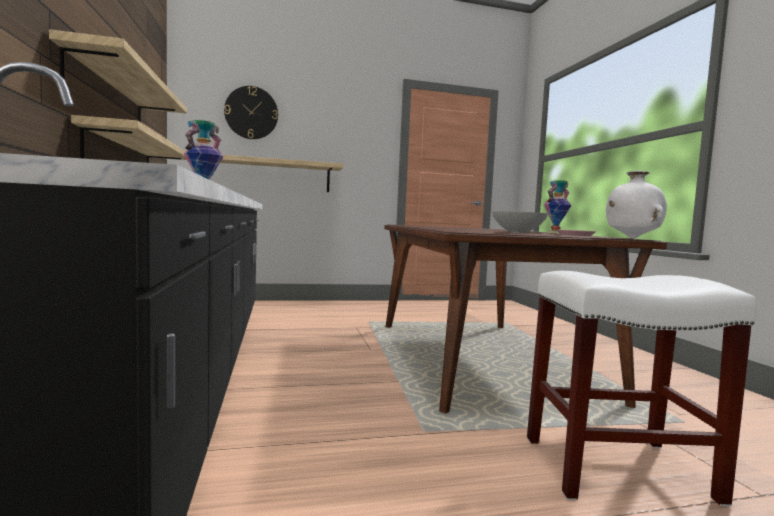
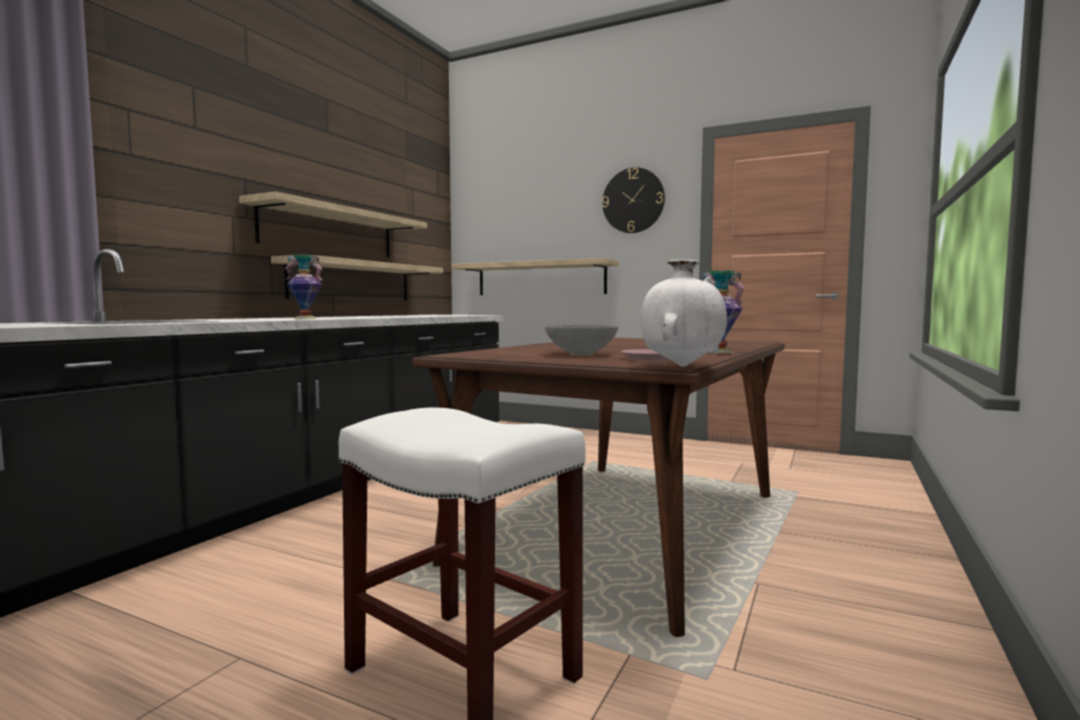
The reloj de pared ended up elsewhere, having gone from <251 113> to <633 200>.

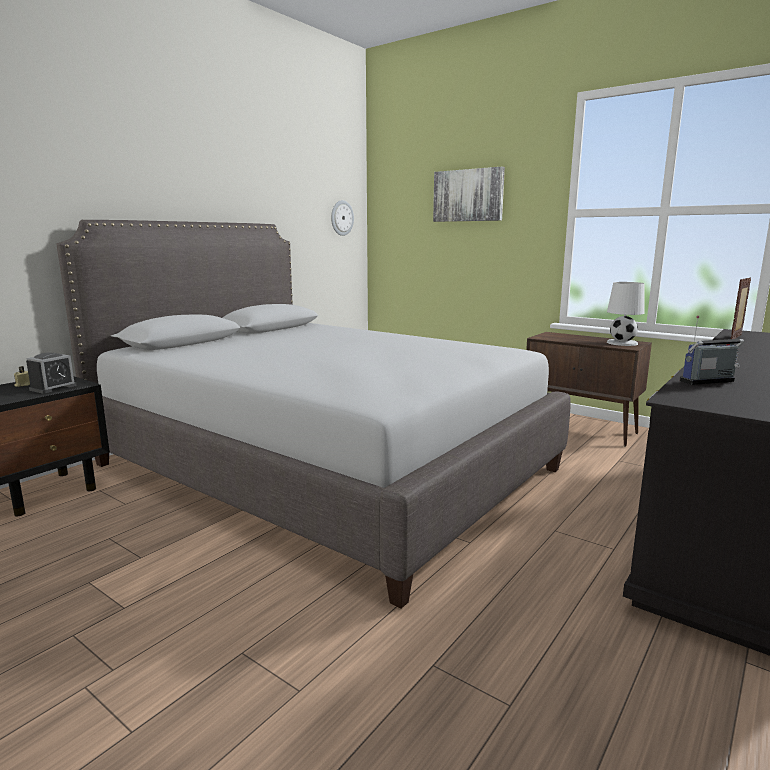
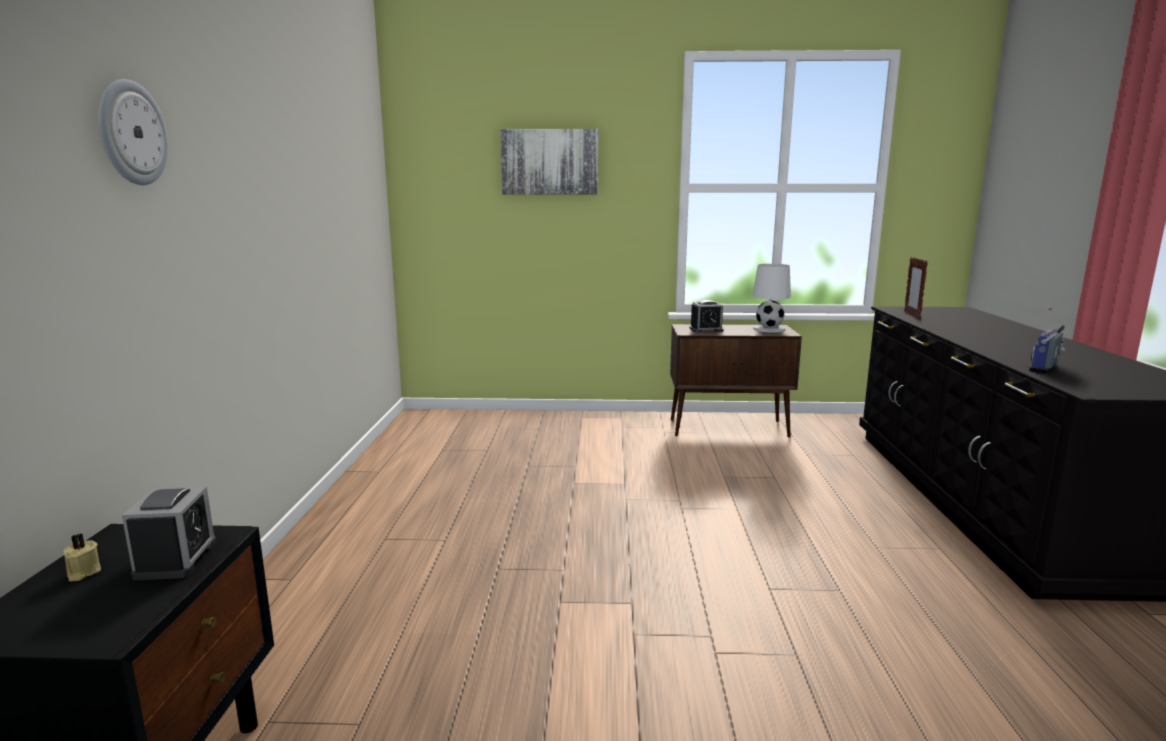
The second view lost the cama [gris] at <323 466>.
The reloj de pared ended up elsewhere, having gone from <341 218> to <131 133>.
The second view gained the despertador at <706 329>.

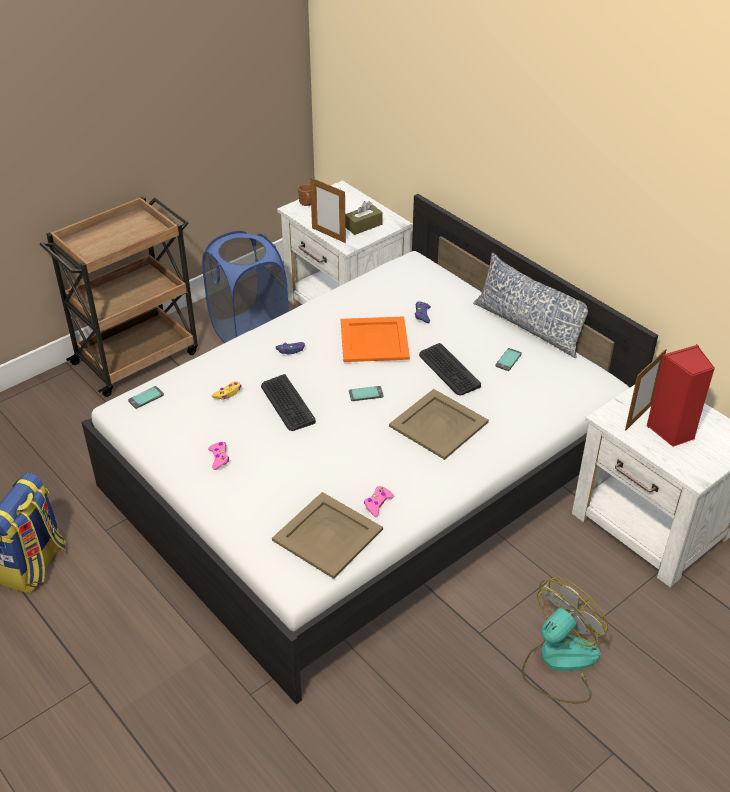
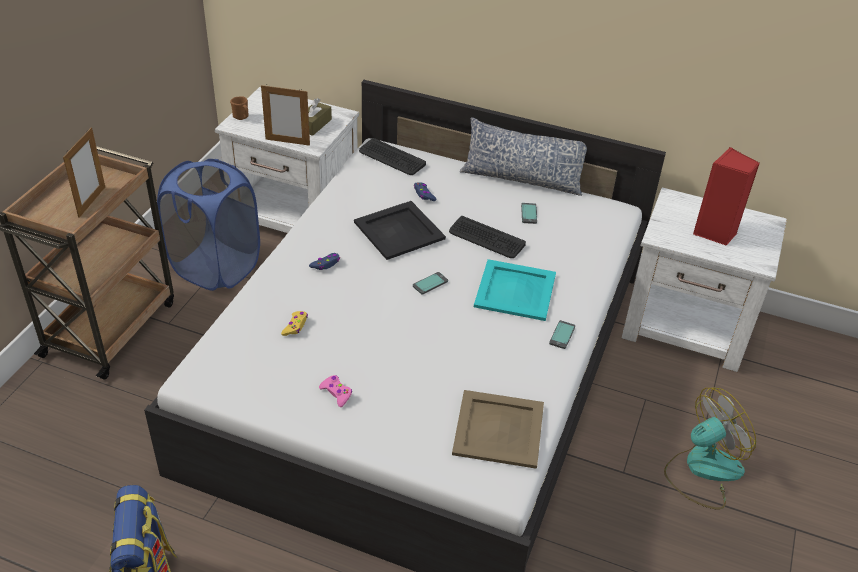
The móvil ended up elsewhere, having gone from <146 398> to <562 335>.
The teclado ended up elsewhere, having gone from <287 403> to <391 158>.
What was the bandeja [naranja] at <375 340> turned into the bandeja [negro] at <400 230>.
The second view lost the mando de consola [rosa] at <377 503>.
What was the bandeja [beis] at <438 425> turned into the bandeja [turquesa] at <516 291>.
The ventilador at <559 662> ended up facing another way, 45 degrees clockwise from before.
The portarretratos ended up elsewhere, having gone from <639 416> to <92 202>.

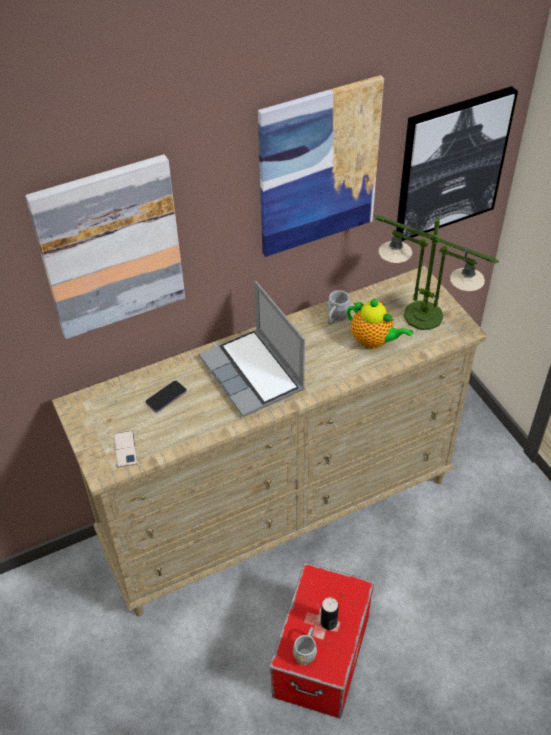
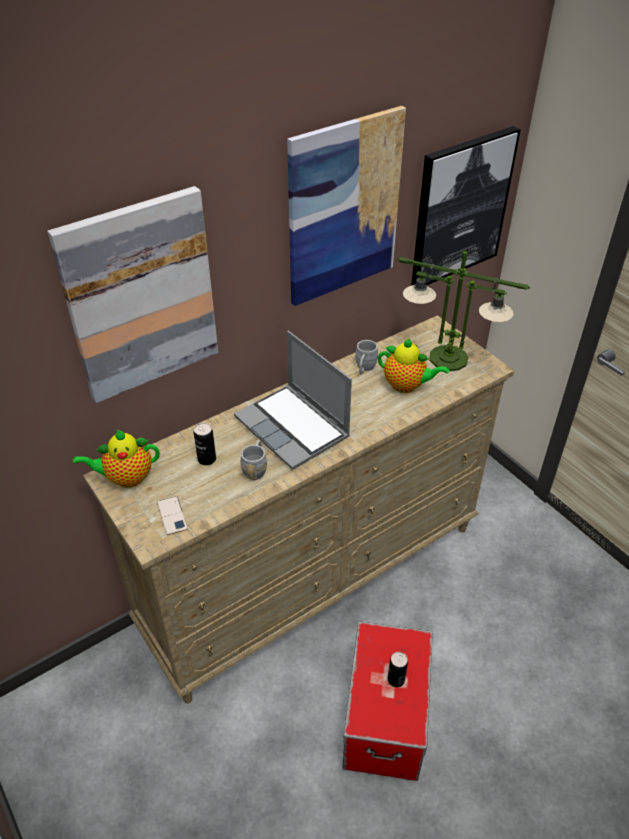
Where the móvil stood at <166 397>, the lata came to stand at <207 459>.
The taza grande [gris] ended up elsewhere, having gone from <306 651> to <256 468>.
The second view gained the tetera at <126 478>.

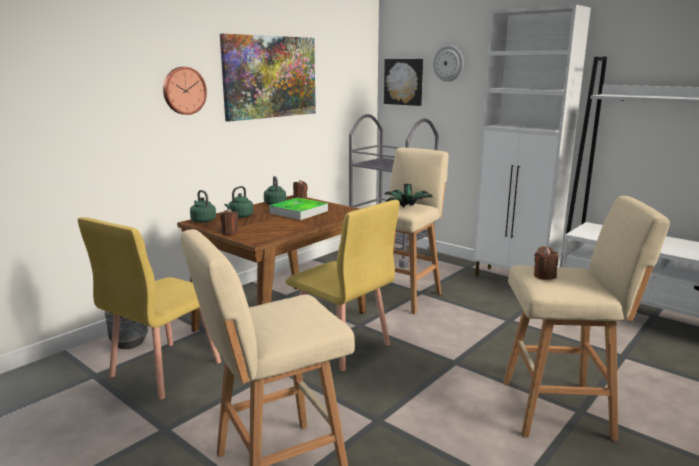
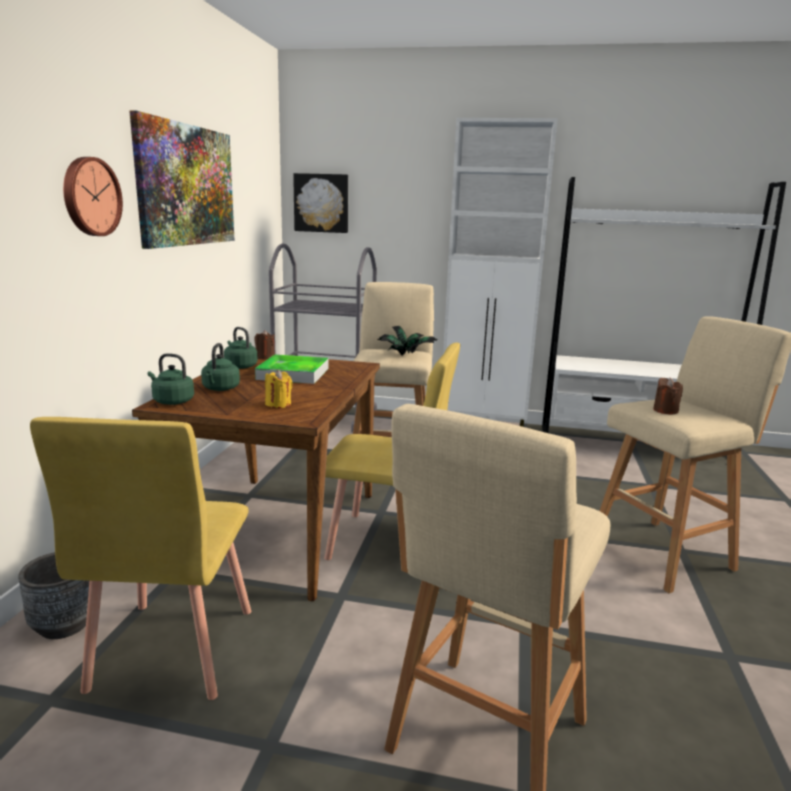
The second view lost the vela [marrón] at <230 232>.
The second view lost the reloj de pared at <448 63>.
The second view gained the vela [amarillo] at <278 404>.

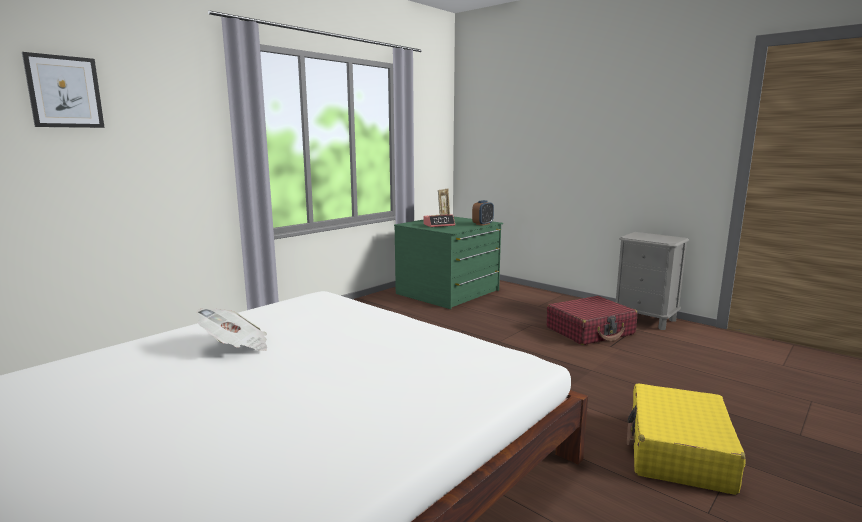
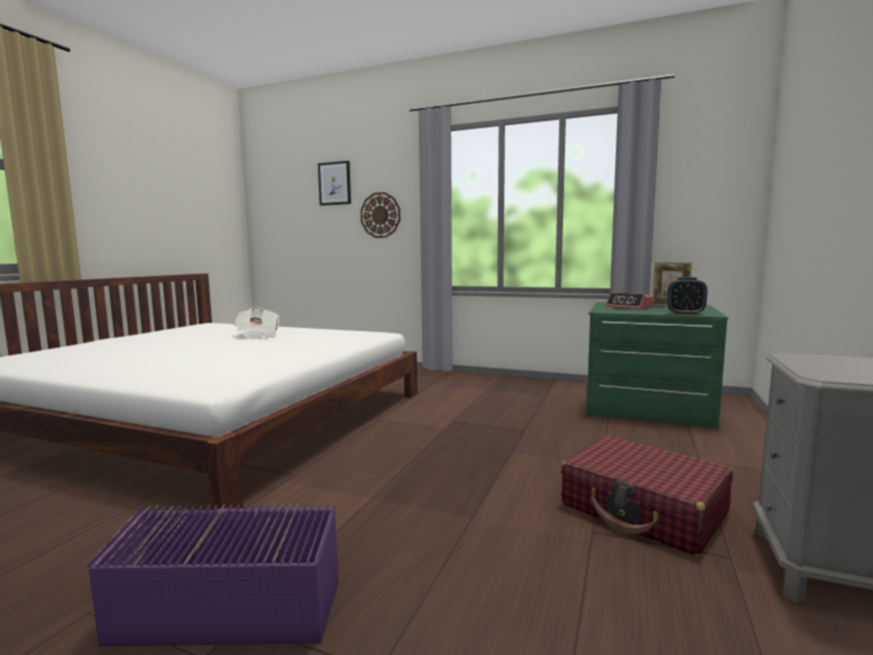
Where the maleta [amarillo] stood at <678 451>, the caja de almacenaje [morado] came to stand at <234 594>.
The second view gained the reloj de pared at <380 215>.

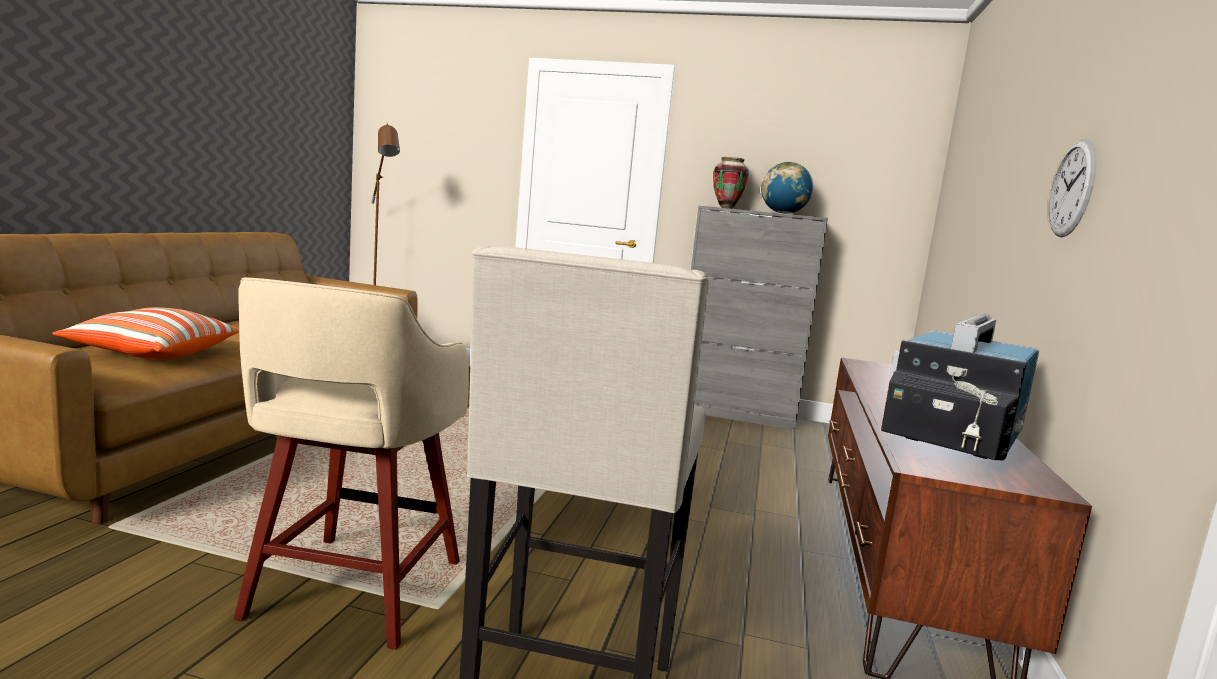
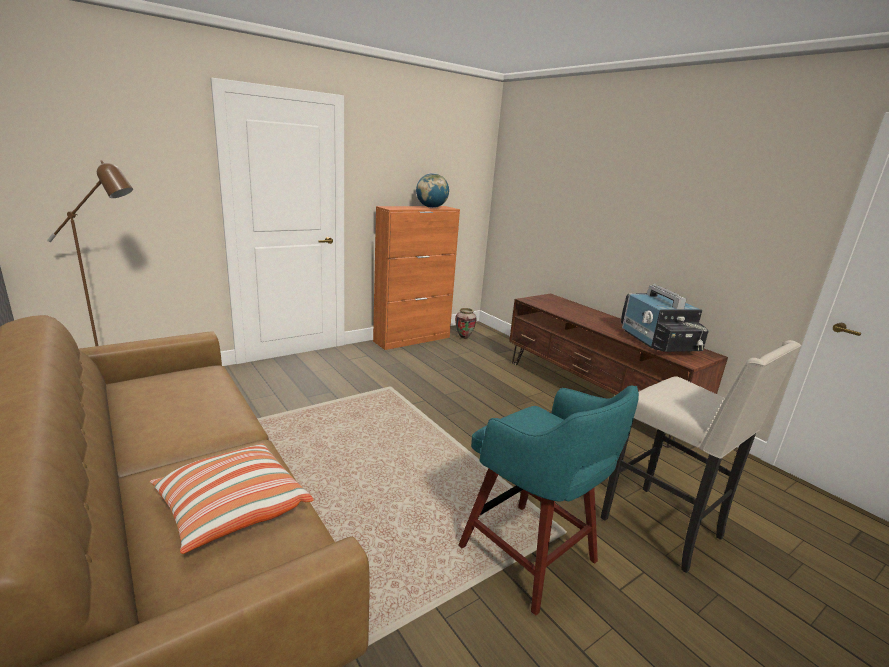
What was the taburete [beis] at <352 592> turned into the taburete [turquesa] at <530 557>.
What was the armario [gris] at <735 415> turned into the armario [naranja] at <412 339>.
The florero ended up elsewhere, having gone from <726 208> to <464 337>.
The second view lost the reloj de pared at <1072 189>.

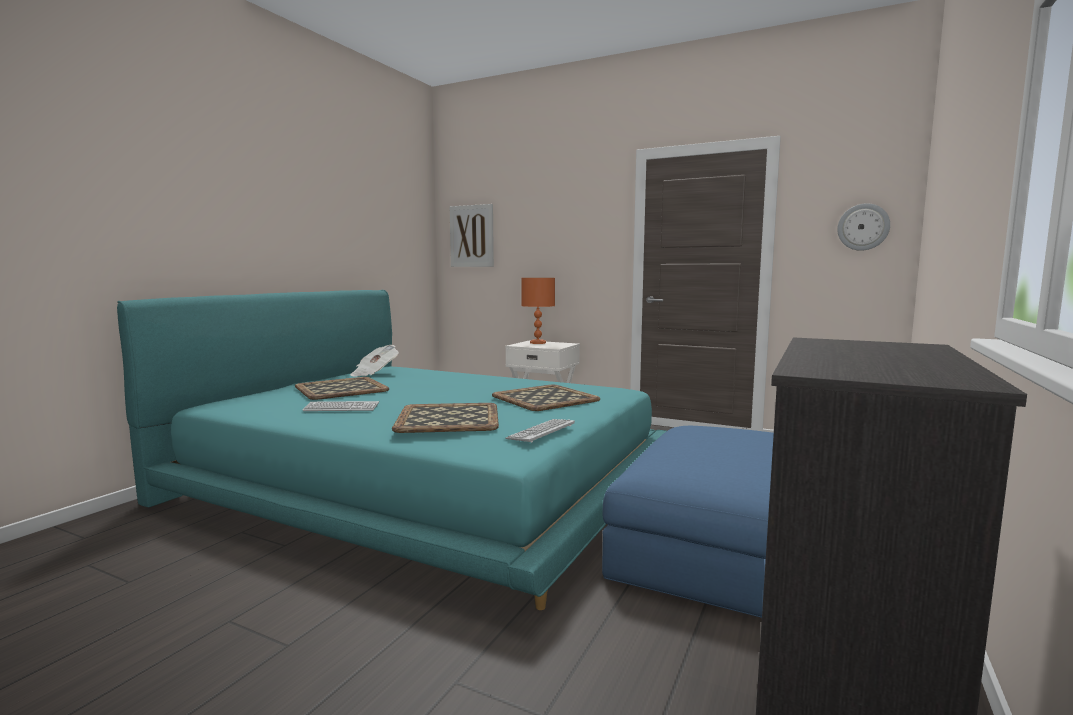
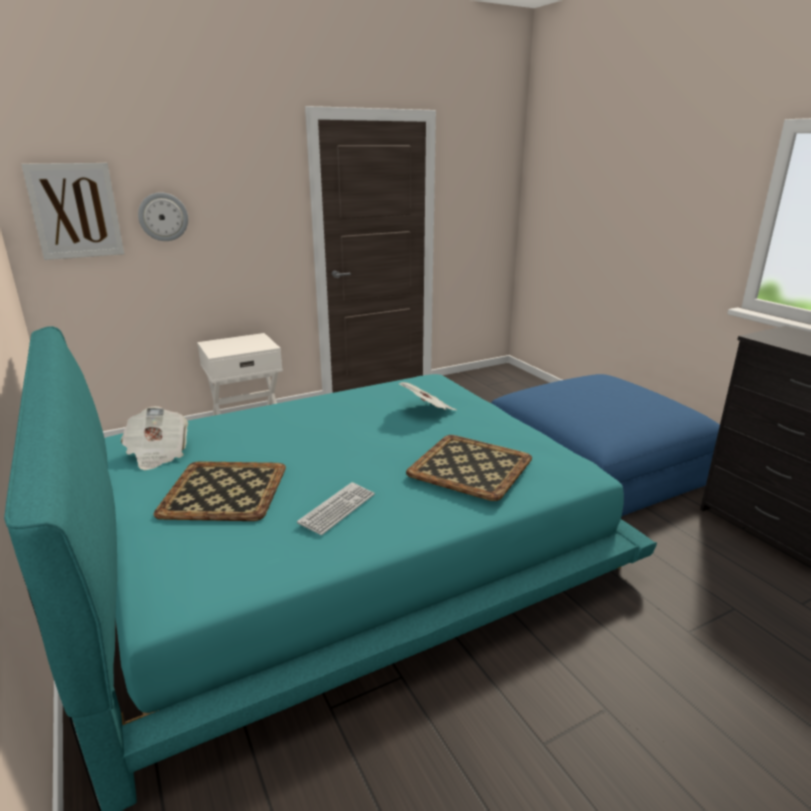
Where the bandeja stood at <546 398>, the periódico came to stand at <427 410>.
The second view lost the teclado at <541 431>.
The second view lost the lámpara de mesa [naranja] at <538 343>.
The reloj de pared ended up elsewhere, having gone from <863 227> to <163 217>.

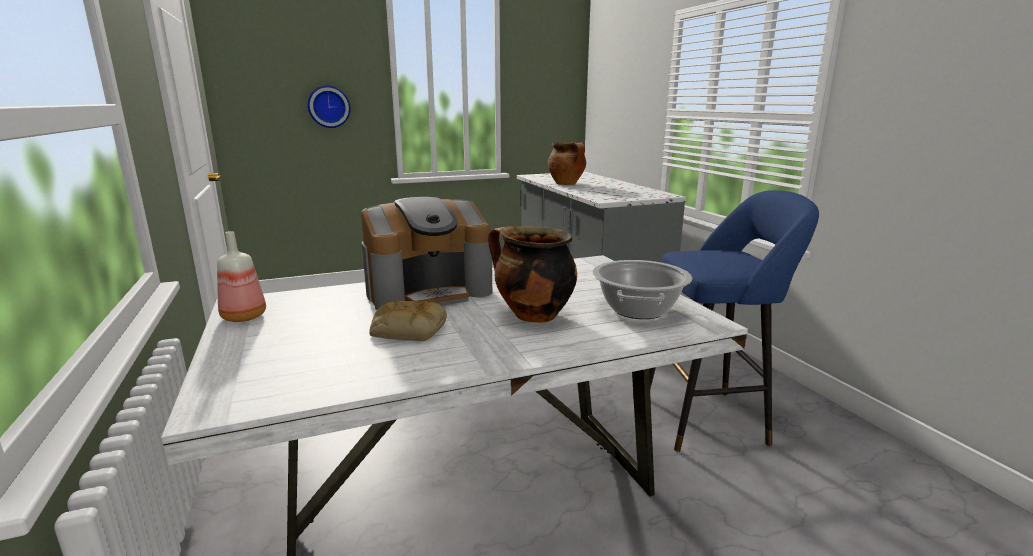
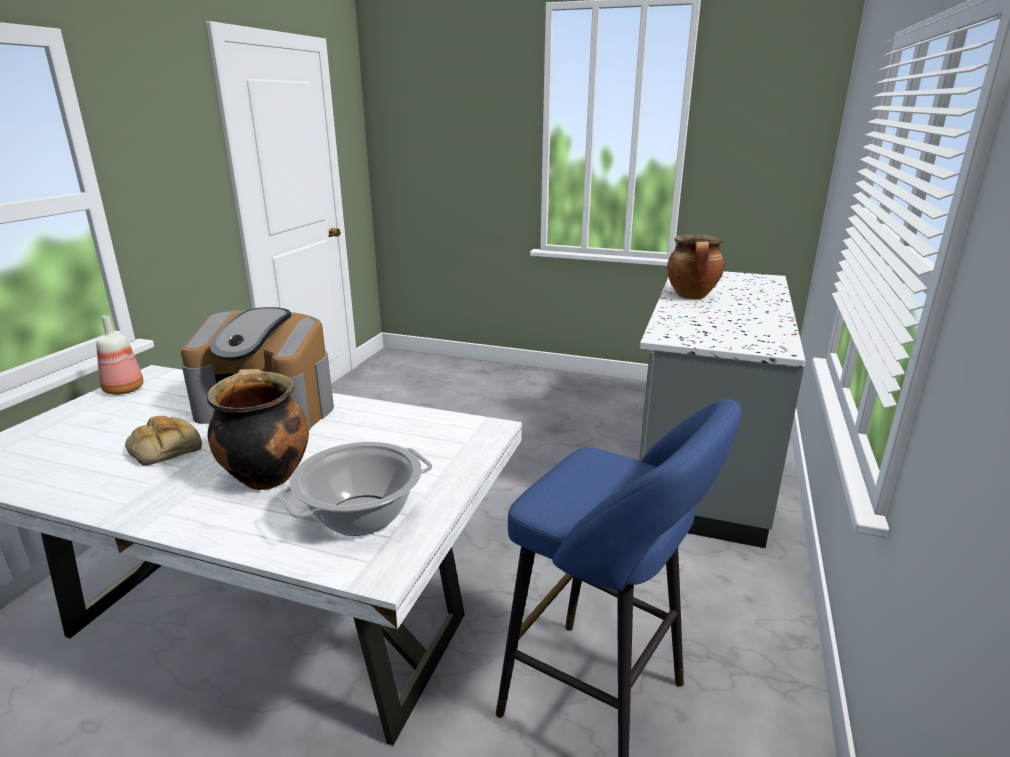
The second view lost the reloj de pared at <329 106>.

